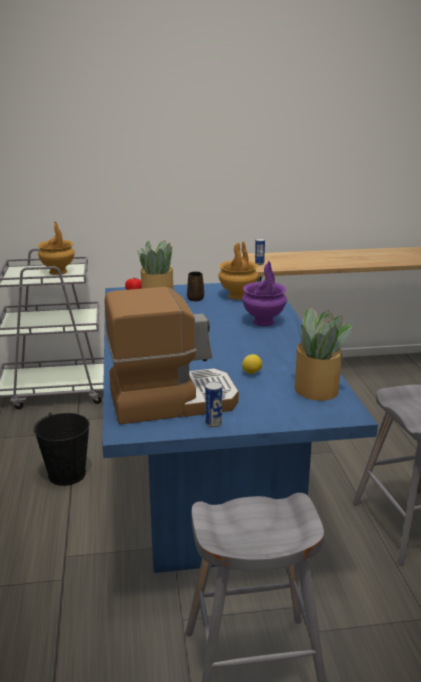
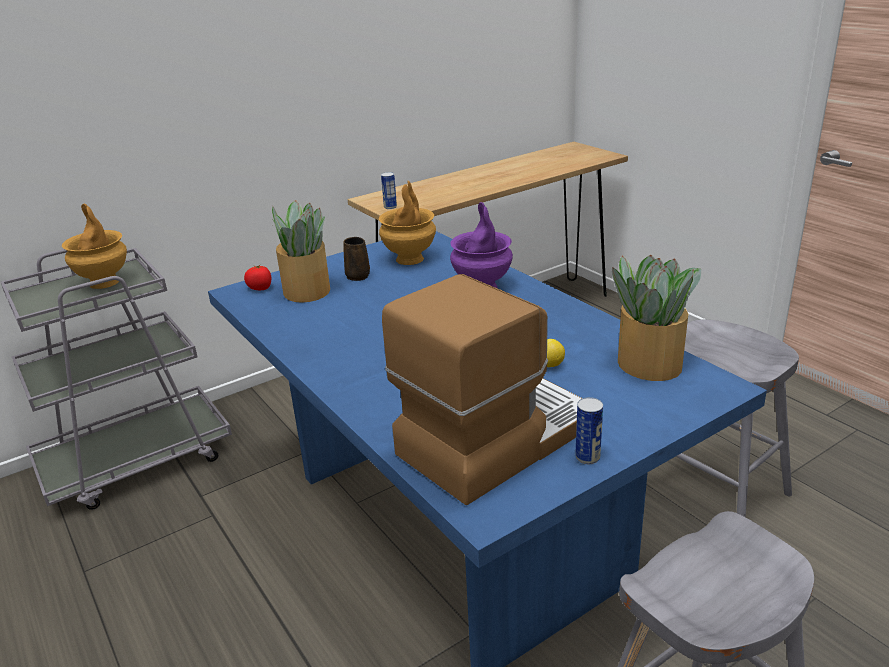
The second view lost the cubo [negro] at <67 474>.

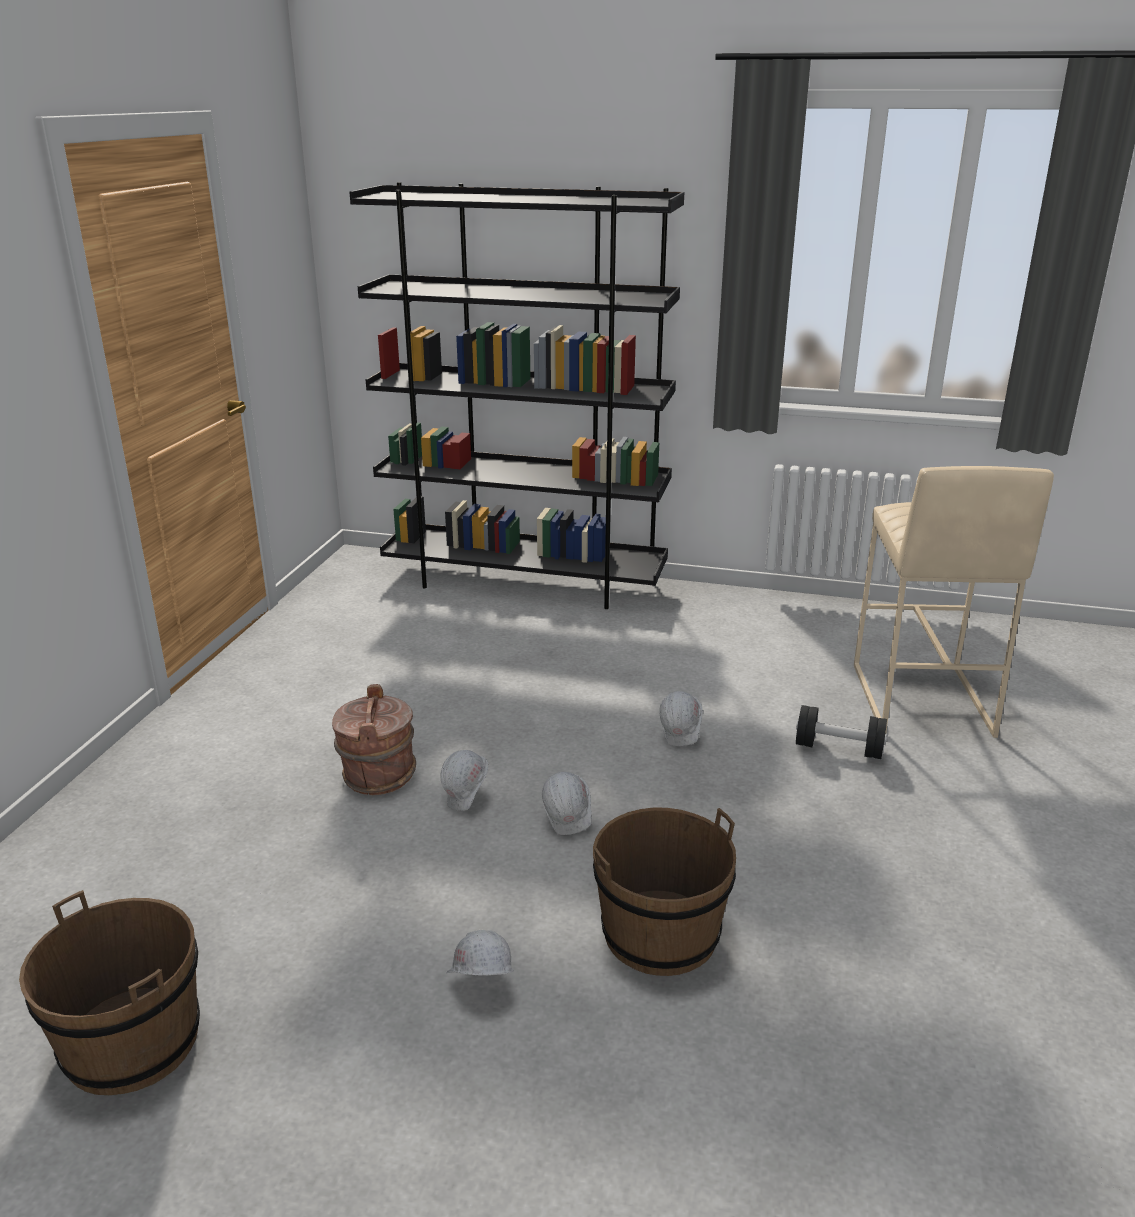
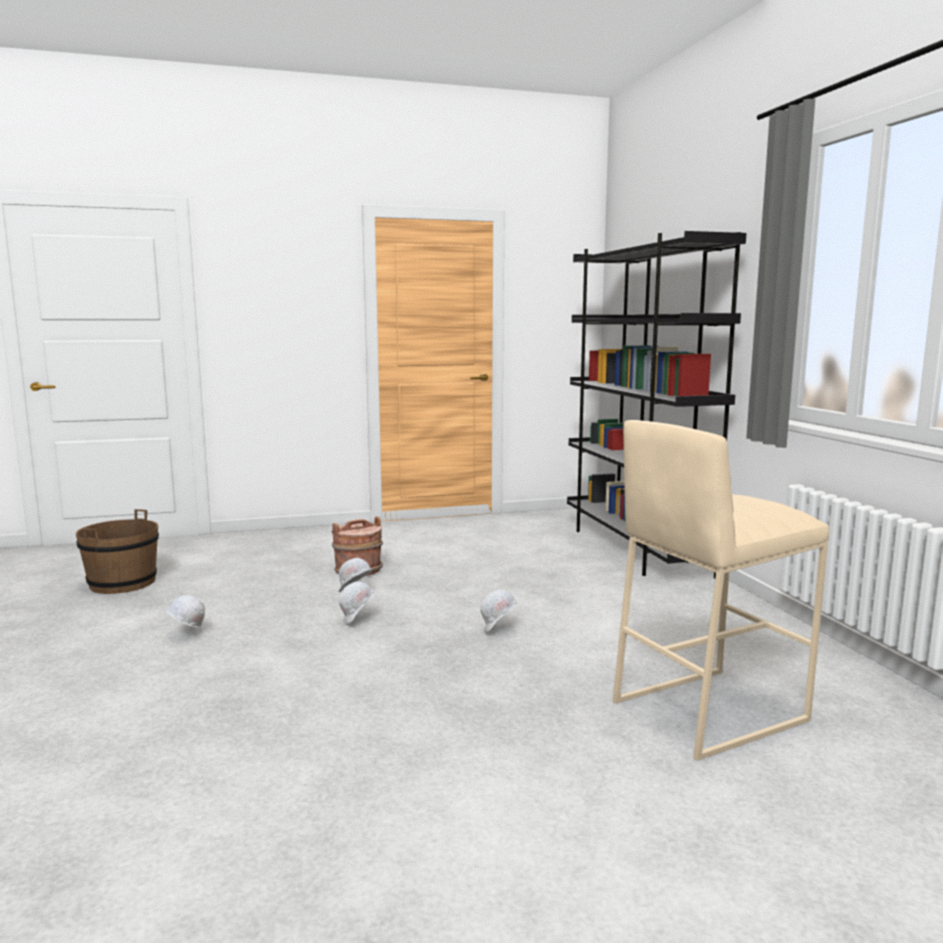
The second view lost the cubo [marrón] at <660 934>.
The second view lost the mancuerna [negro] at <838 748>.

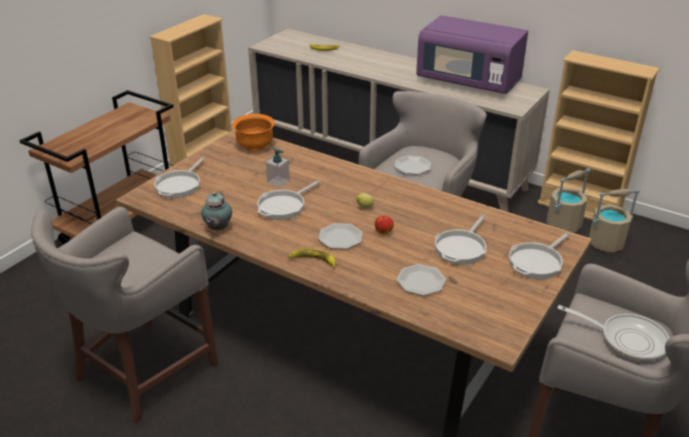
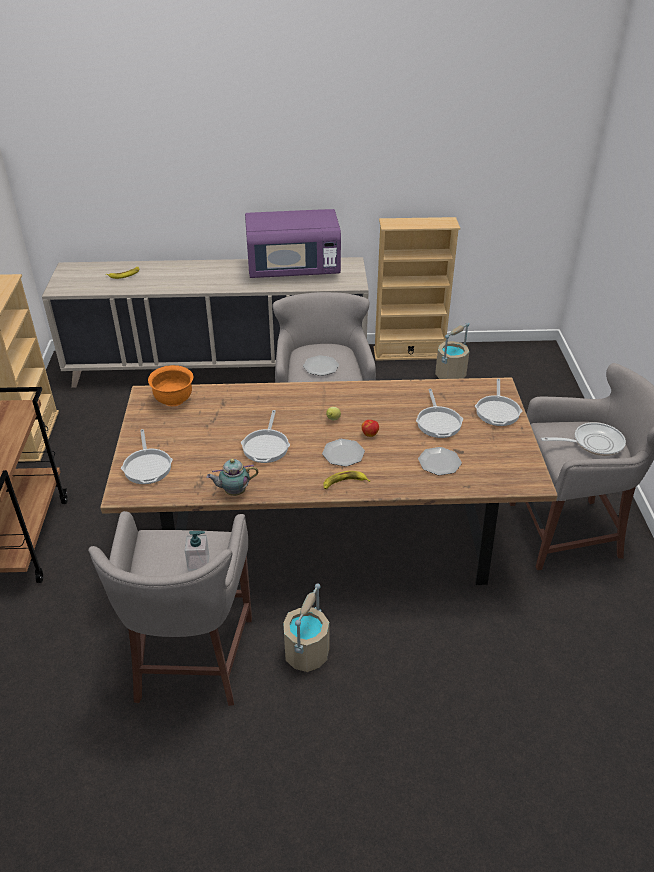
The tetera at <217 229> ended up facing another way, 105 degrees clockwise from before.
The dispensador de jabón ended up elsewhere, having gone from <278 181> to <199 563>.
The cubo [beis] ended up elsewhere, having gone from <563 224> to <306 653>.

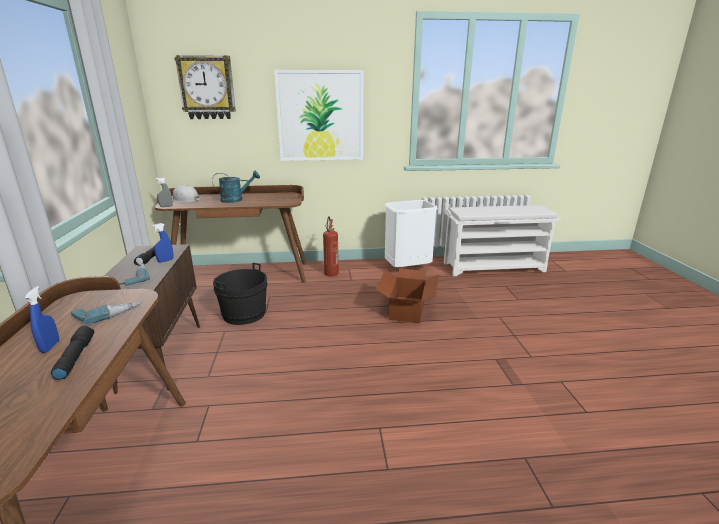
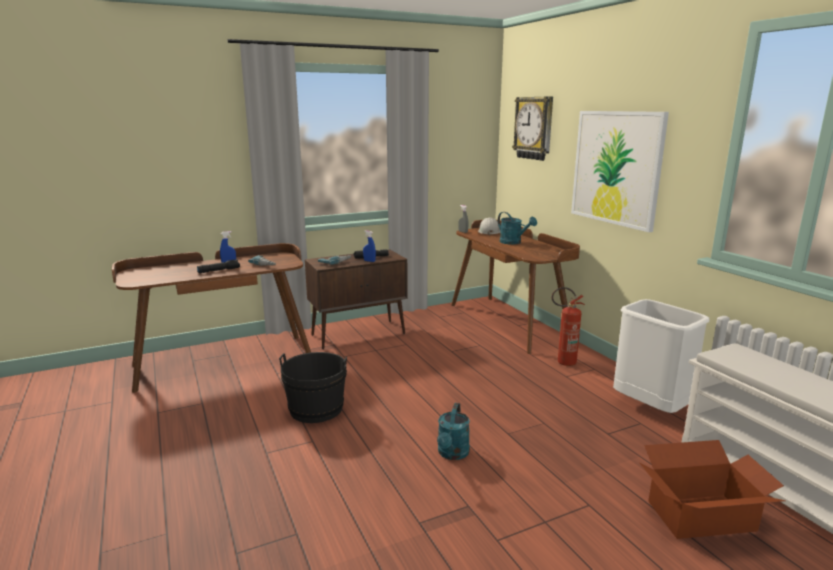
The cubo [negro] ended up elsewhere, having gone from <244 314> to <316 409>.
The caja de cartón ended up elsewhere, having gone from <407 309> to <702 516>.
The second view gained the regadera [turquesa] at <452 454>.

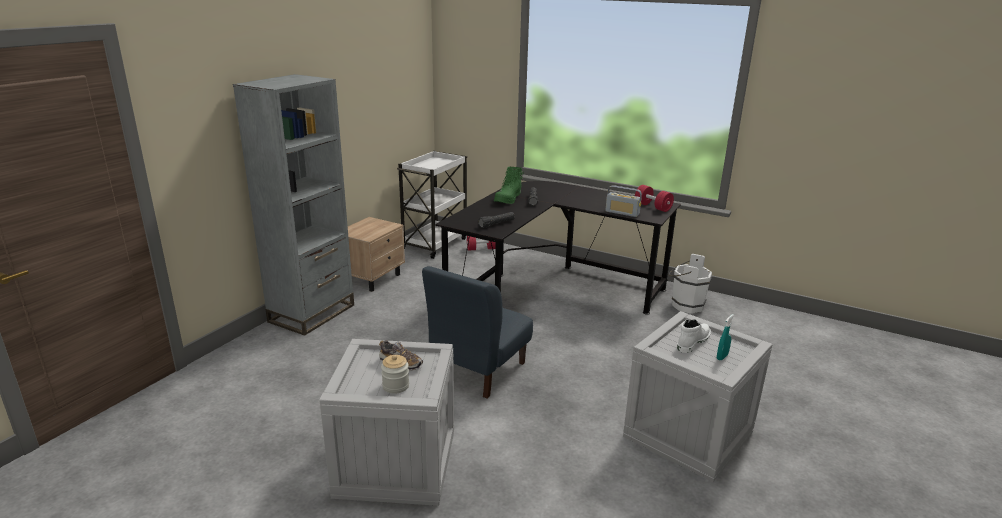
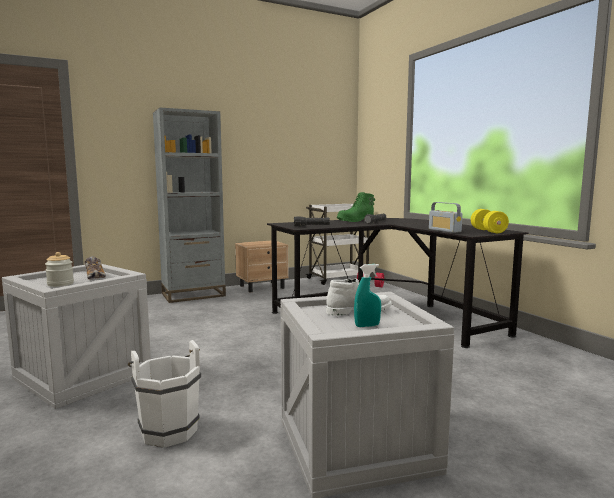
The second view lost the silla [azul] at <478 370>.
What was the mancuerna [rojo] at <652 207> turned into the mancuerna [amarillo] at <488 231>.
The cubo [blanco] ended up elsewhere, having gone from <685 305> to <168 429>.

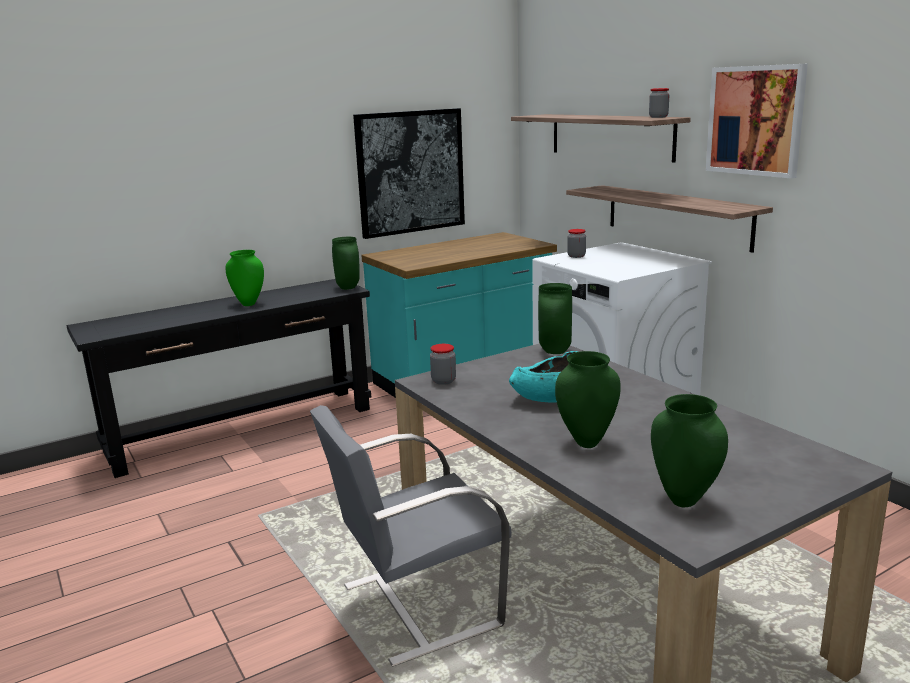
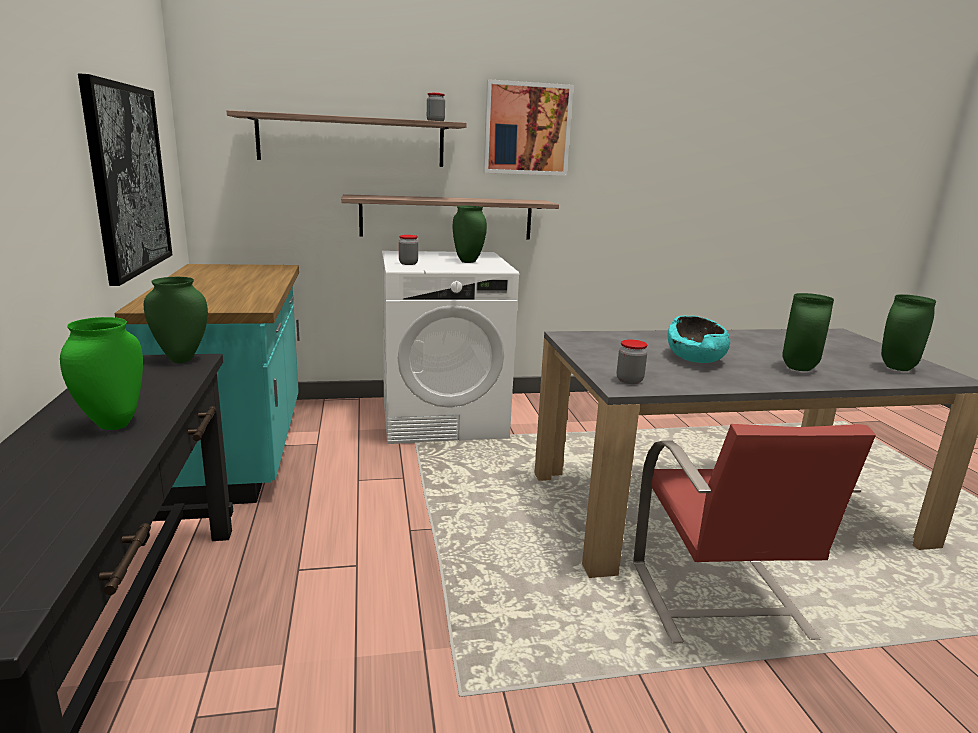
What was the silla [gris] at <417 606> turned into the silla [rojo] at <719 601>.
The florero [verde] ended up elsewhere, having gone from <554 351> to <467 262>.

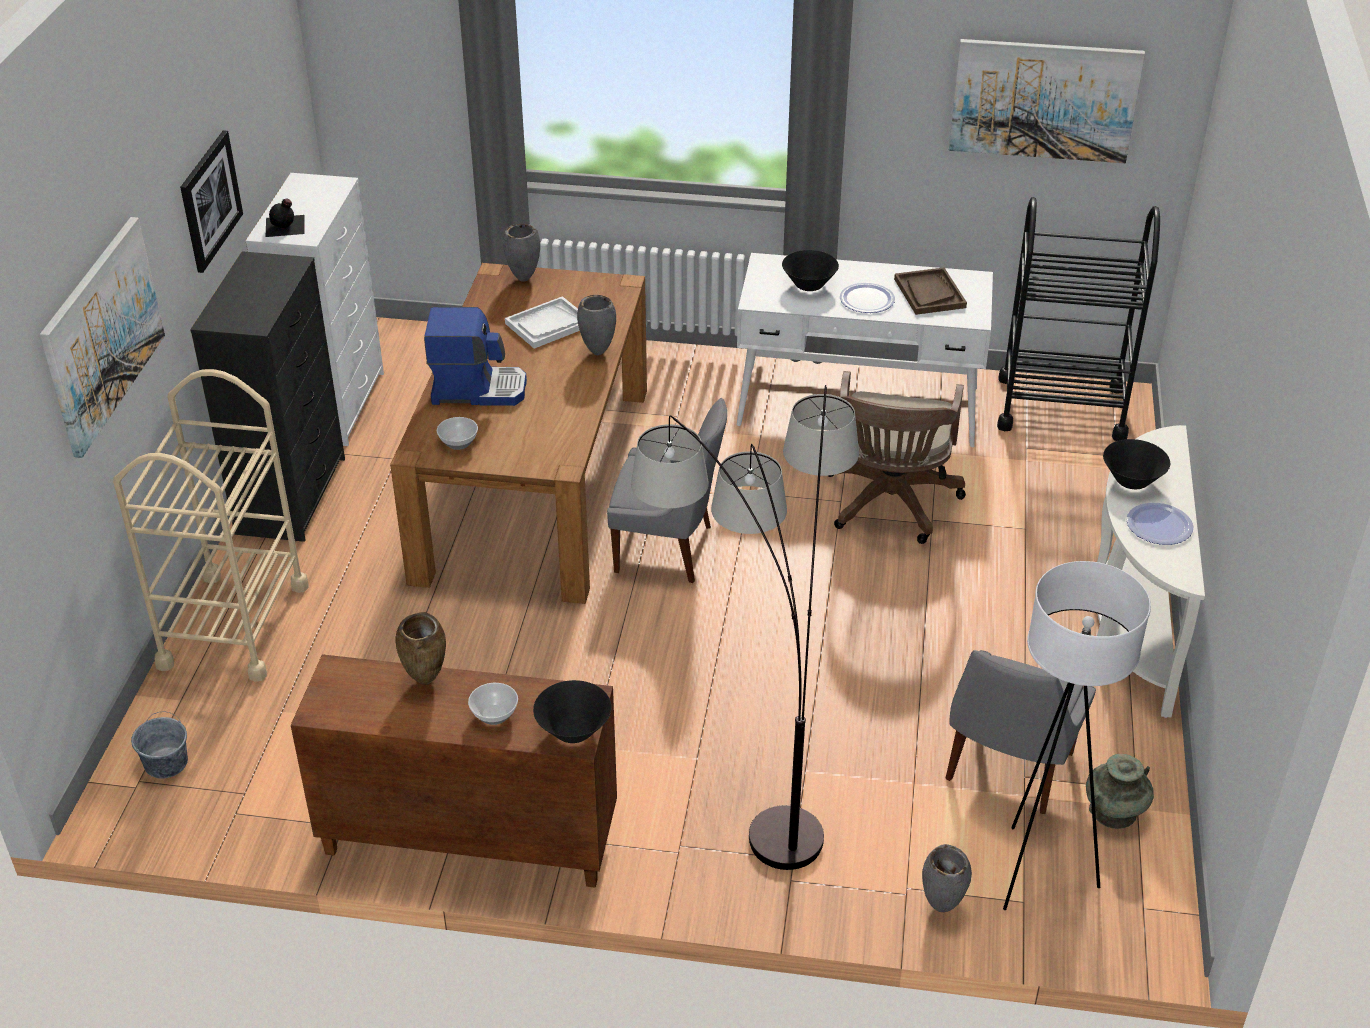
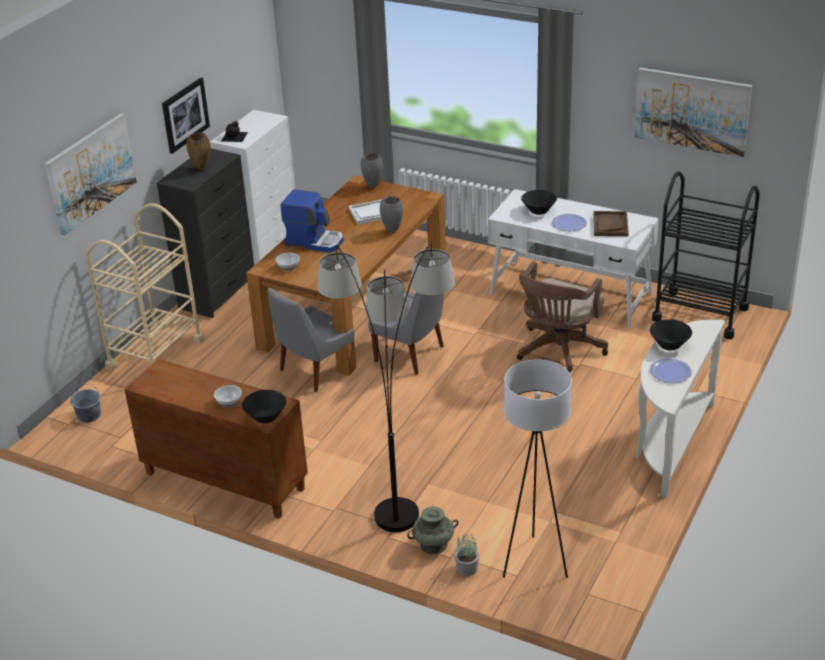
The florero [marrón] ended up elsewhere, having gone from <426 681> to <202 169>.
Where the florero [gris] stood at <942 907>, the planta en maceta came to stand at <467 569>.
The silla [gris] ended up elsewhere, having gone from <1007 770> to <314 371>.
The florero [turquesa] ended up elsewhere, having gone from <1113 812> to <433 545>.

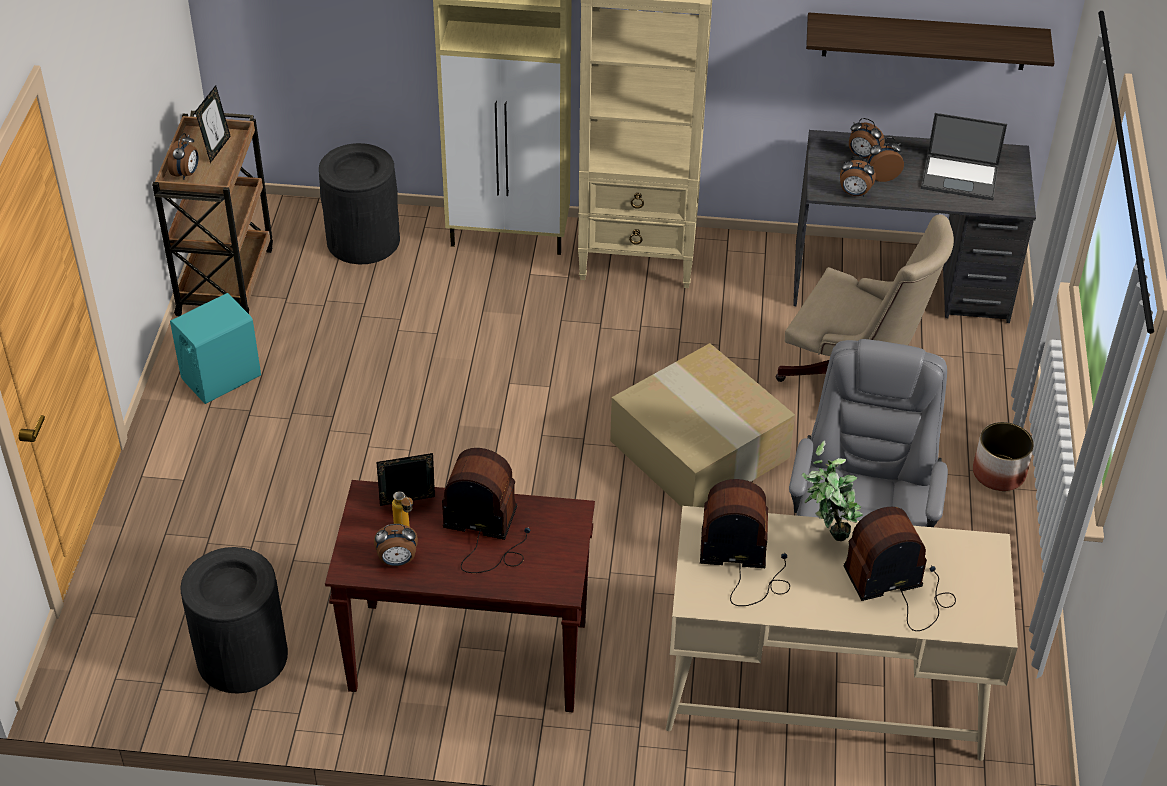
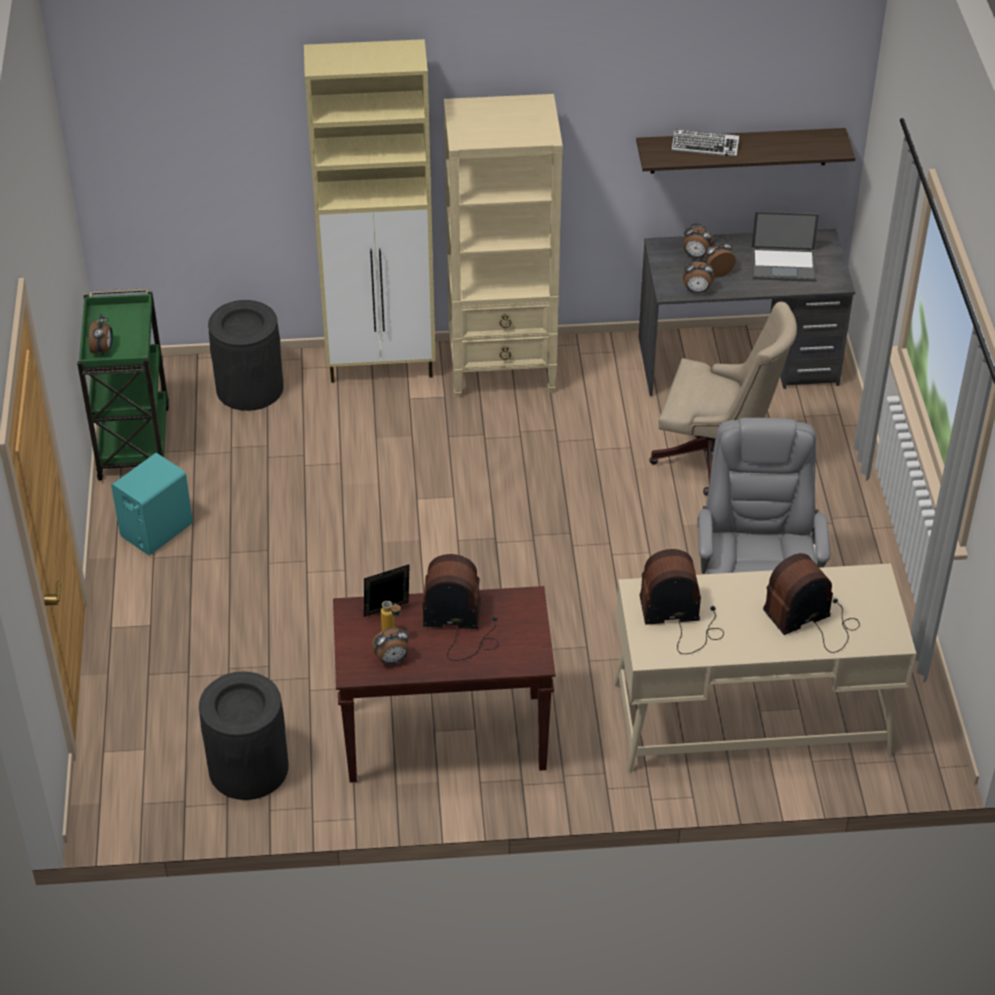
What was the carrito [marrón] at <226 279> turned into the carrito [verde] at <134 440>.
The second view lost the portarretratos at <217 148>.
The second view lost the caja de cartón at <702 450>.
The second view lost the planta en maceta at <826 533>.
The second view lost the maceta at <999 473>.
The second view gained the teclado at <705 146>.

